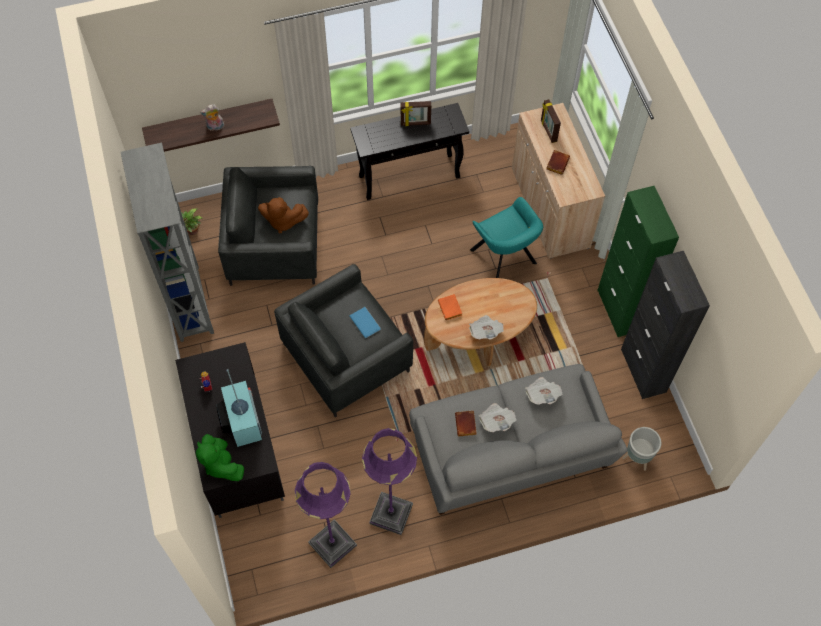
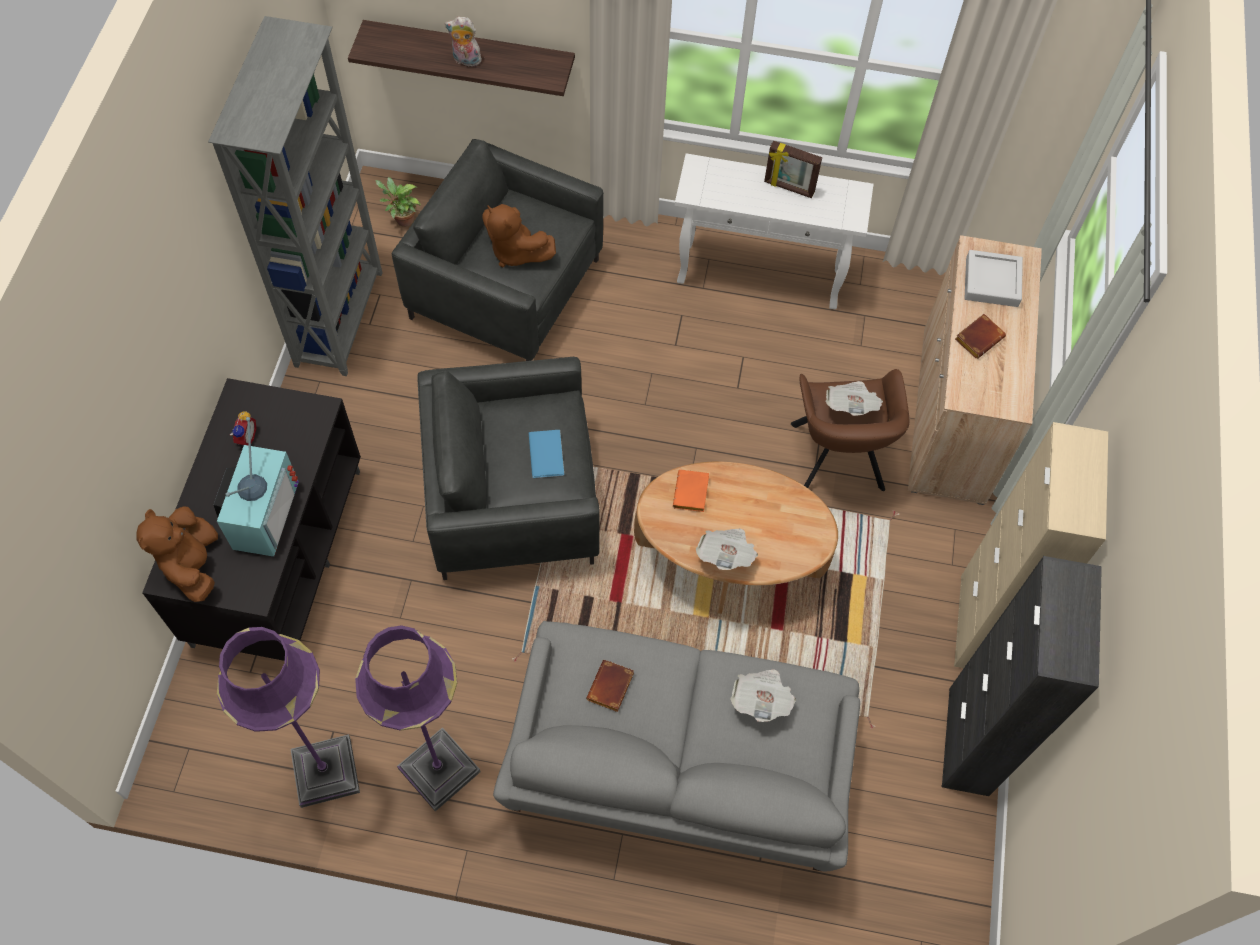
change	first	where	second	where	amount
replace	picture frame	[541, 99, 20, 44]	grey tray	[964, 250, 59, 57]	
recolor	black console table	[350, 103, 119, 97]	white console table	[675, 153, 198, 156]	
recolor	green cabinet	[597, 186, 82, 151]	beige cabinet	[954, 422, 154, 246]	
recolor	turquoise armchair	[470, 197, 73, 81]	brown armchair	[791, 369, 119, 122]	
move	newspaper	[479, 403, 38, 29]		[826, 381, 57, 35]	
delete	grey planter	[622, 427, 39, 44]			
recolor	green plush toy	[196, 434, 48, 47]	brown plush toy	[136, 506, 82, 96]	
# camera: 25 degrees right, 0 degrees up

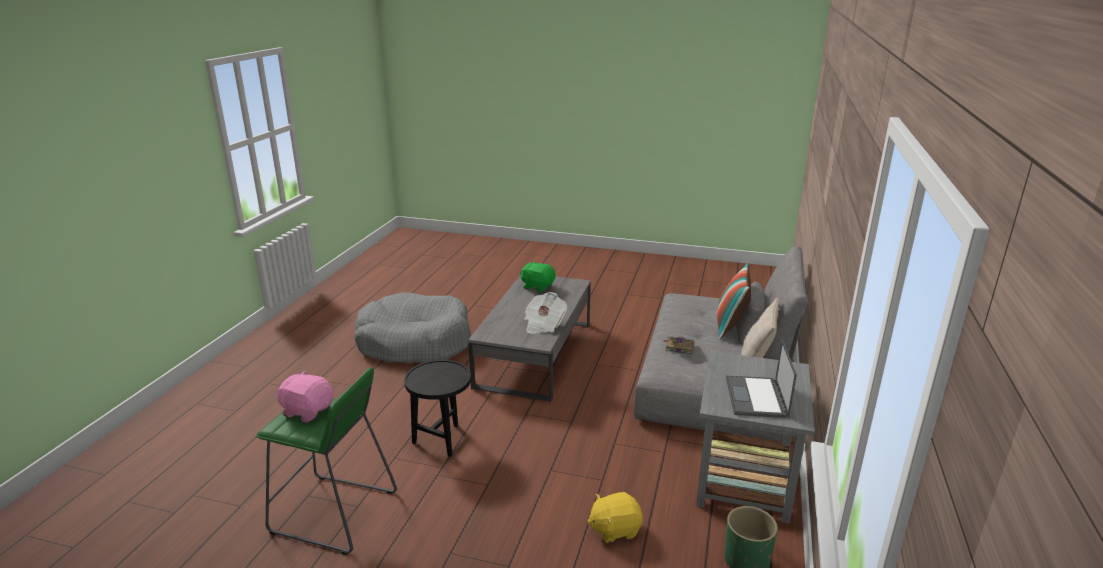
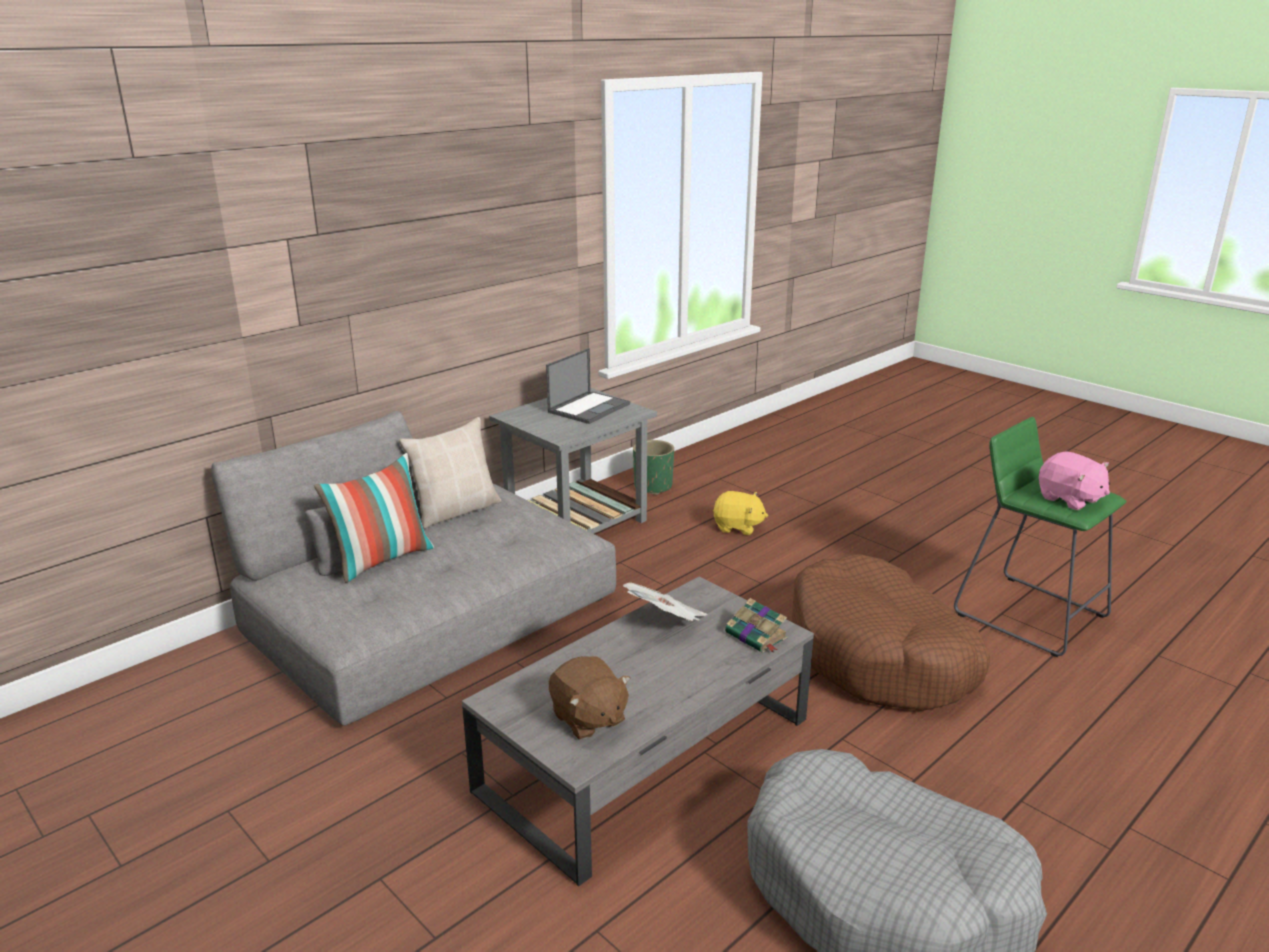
change	first	where	second	where	amount
recolor	green plush toy	[520, 261, 36, 31]	brown plush toy	[549, 656, 82, 84]	
move	book	[664, 336, 31, 19]		[725, 598, 63, 55]	
replace	black side table	[404, 360, 67, 97]	brown dog bed	[792, 554, 198, 157]	
# camera: 150 degrees left, 0 degrees up

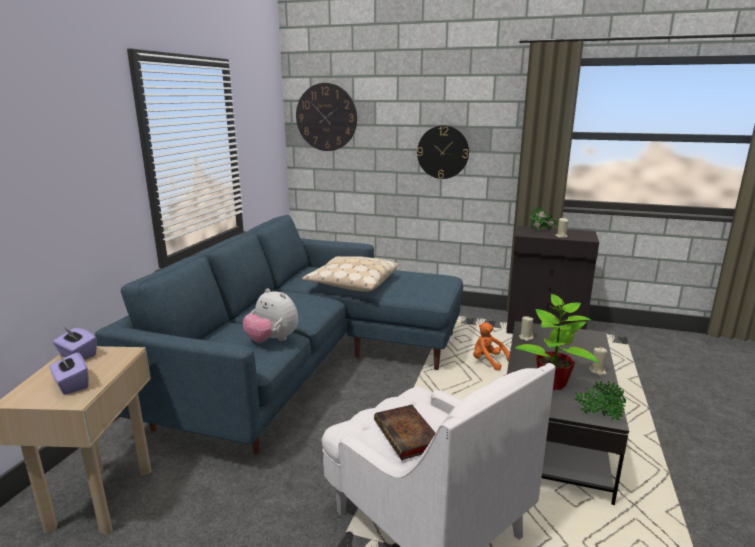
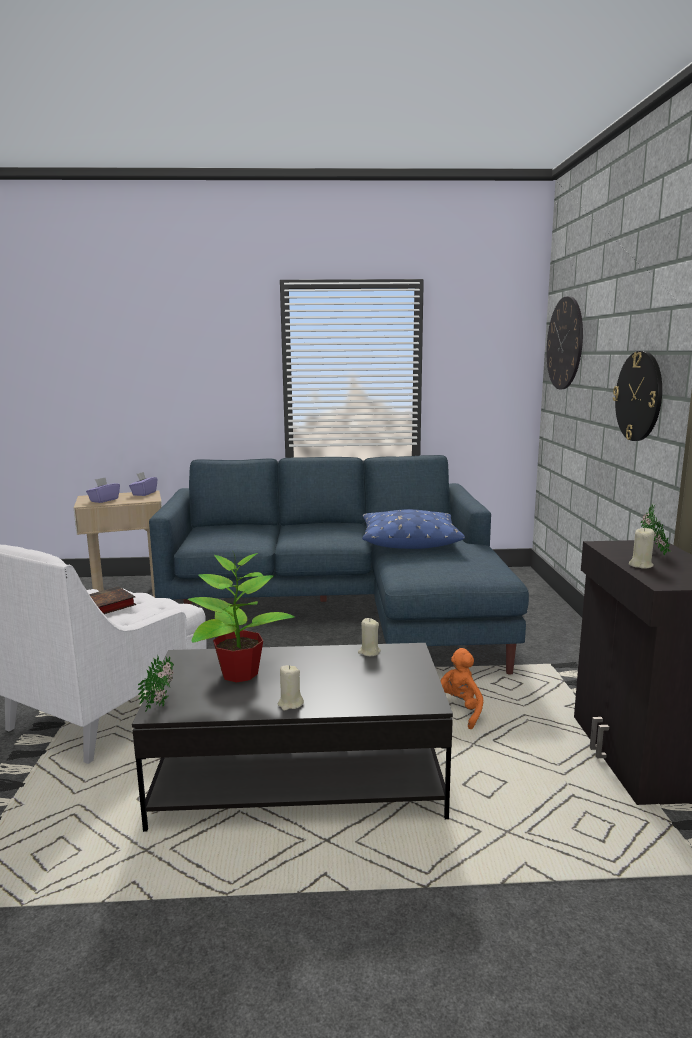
change	first	where	second	where	amount
recolor	beige pillow	[302, 256, 97, 36]	blue pillow	[362, 509, 103, 40]	
delete	plush toy	[243, 288, 55, 55]			
# camera: 70 degrees right, 5 degrees down

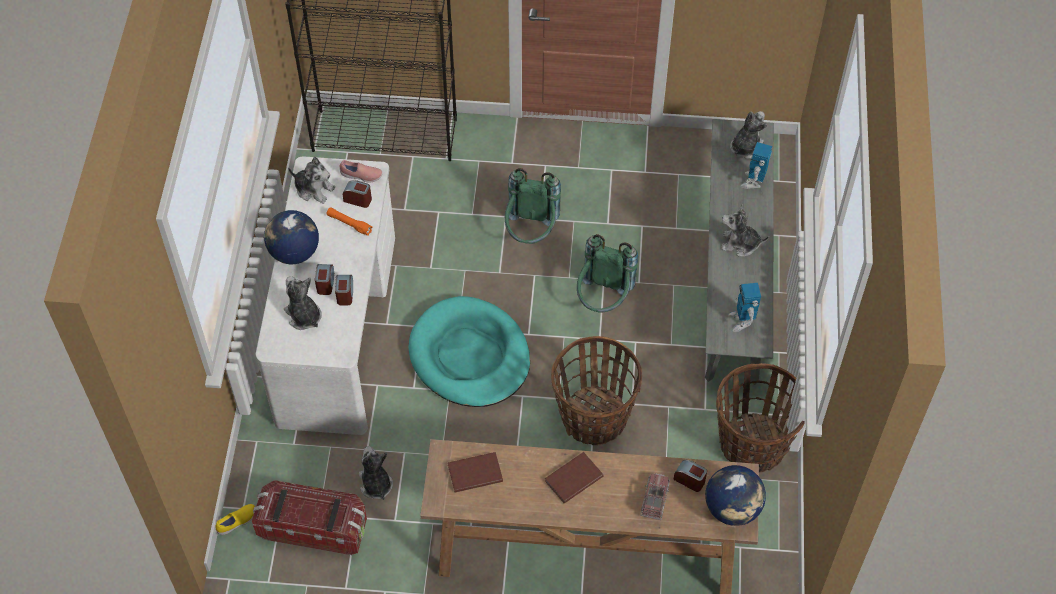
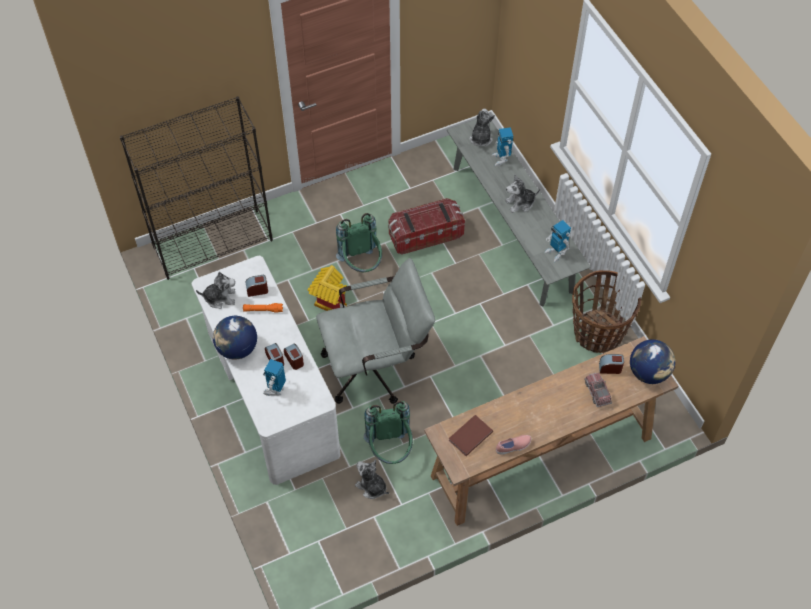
change	first	where	second	where	amount
move	pink shoe	[339, 160, 44, 22]		[496, 435, 35, 20]	
move	green backpack	[577, 234, 61, 79]		[363, 401, 50, 63]	
replace	plush toy	[284, 276, 38, 54]	toy robot	[263, 359, 23, 37]	
replace	turquoise dog bed	[408, 296, 122, 111]	grey office chair	[316, 258, 119, 146]	
delete	basket	[551, 336, 91, 109]			
delete	brown book	[545, 452, 59, 52]			
move	storage box	[252, 480, 115, 75]		[388, 198, 77, 57]	
delete	yellow shoe	[216, 504, 39, 31]			
insert			toy house	[308, 265, 39, 46]	
# camera: 30 degrees left, 0 degrees up

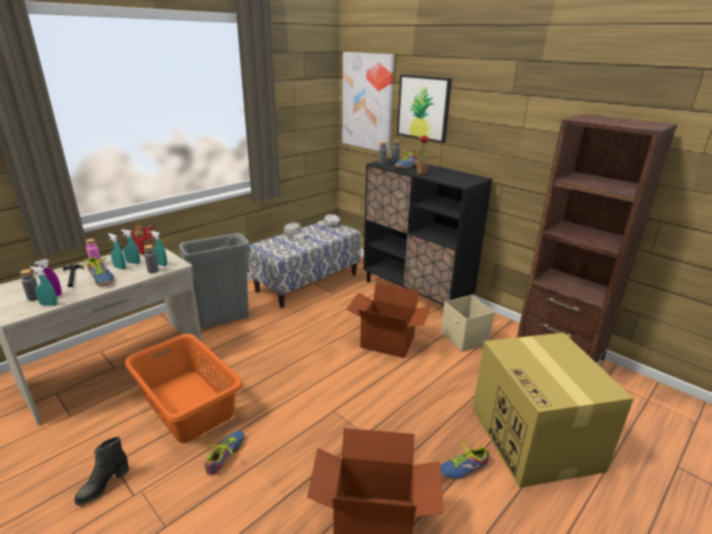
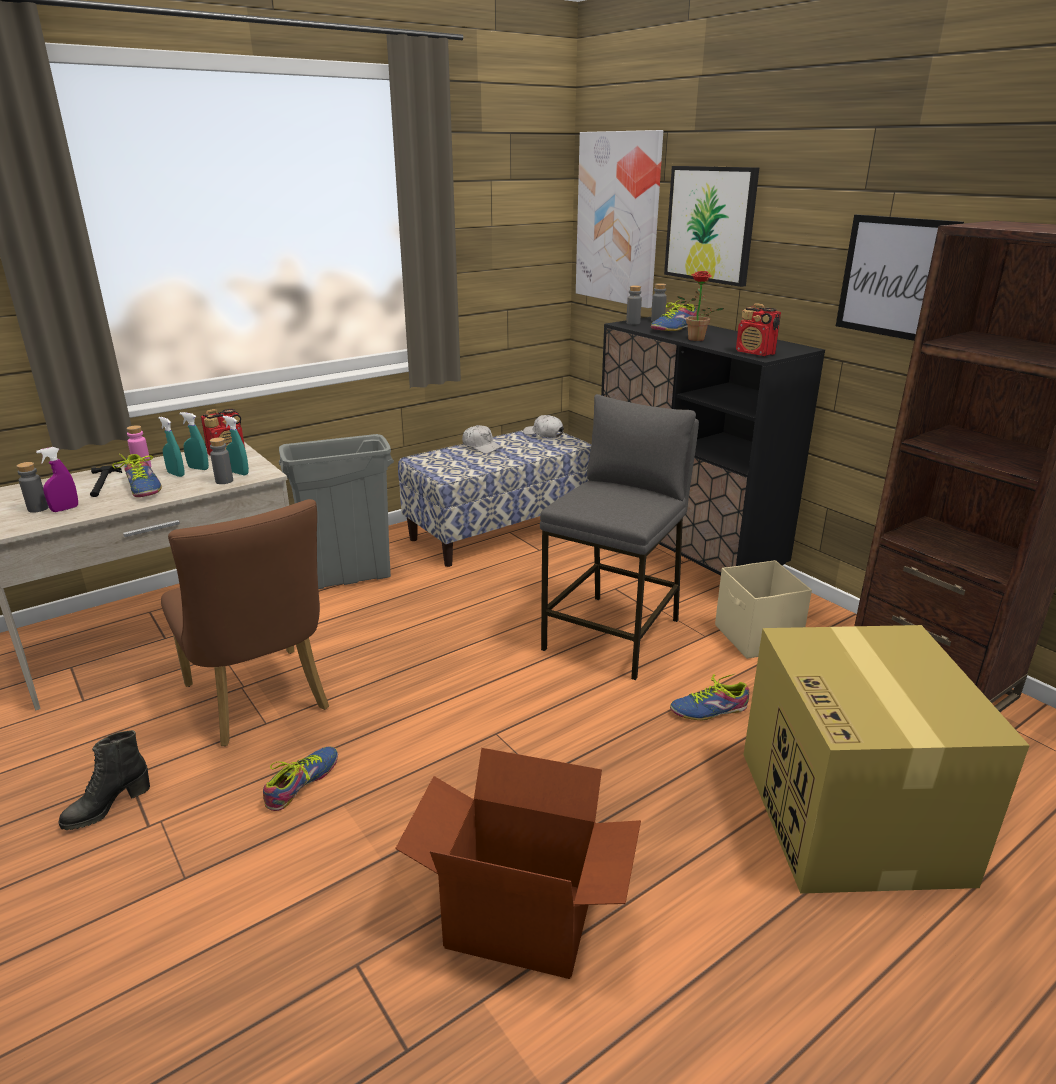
change	first	where	second	where	amount
delete	turquoise spray bottle	[30, 267, 27, 39]			
replace	cardboard box	[346, 283, 86, 75]	grey stool	[540, 394, 159, 286]	
replace	orange laundry basket	[125, 334, 118, 109]	brown chair	[161, 499, 168, 247]	
move	shoe	[440, 440, 49, 40]		[670, 673, 79, 47]	
insert			picture	[836, 214, 128, 127]	
insert			radio	[736, 303, 45, 53]	
# camera: 10 degrees right, 0 degrees up

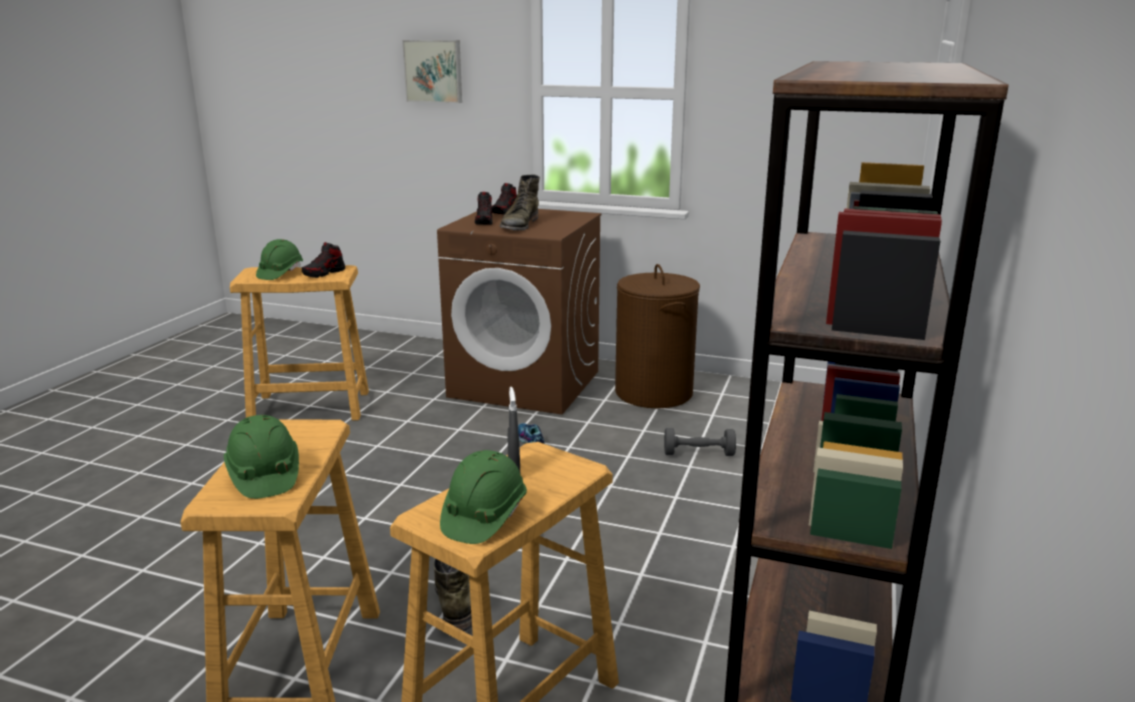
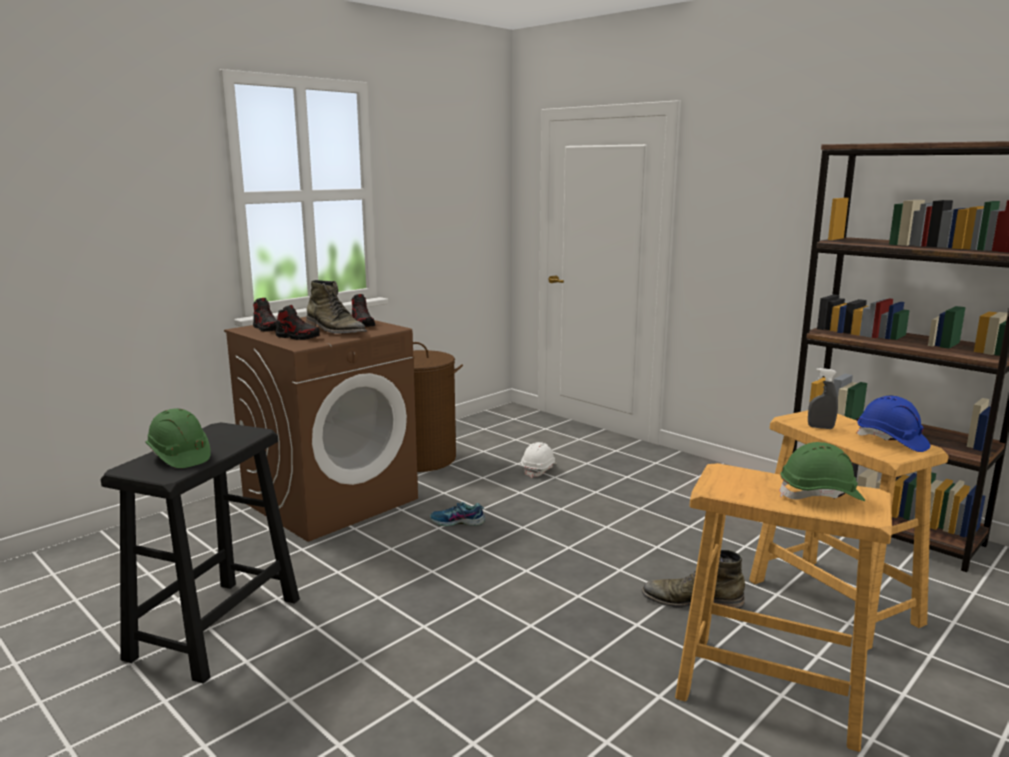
change	first	where	second	where	amount
delete	picture	[402, 40, 60, 63]			
move	shoe	[302, 242, 43, 36]		[351, 294, 24, 33]	
recolor	beige stool	[230, 265, 139, 156]	black stool	[101, 422, 199, 262]	
replace	grey dumbbell	[664, 428, 72, 28]	white hard hat	[521, 442, 36, 36]	
recolor	green hard hat	[440, 450, 87, 94]	blue hard hat	[857, 396, 73, 56]	
# camera: 65 degrees left, 5 degrees down

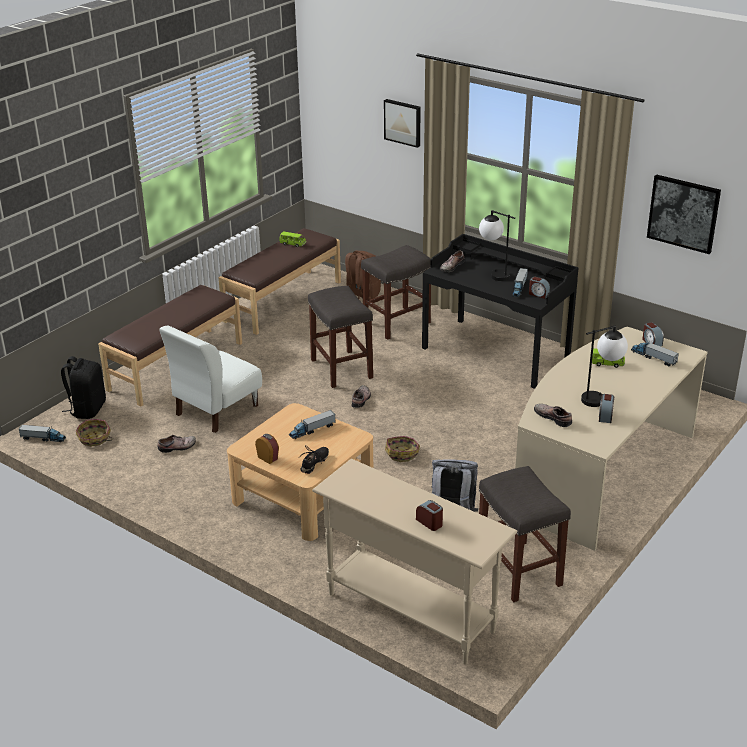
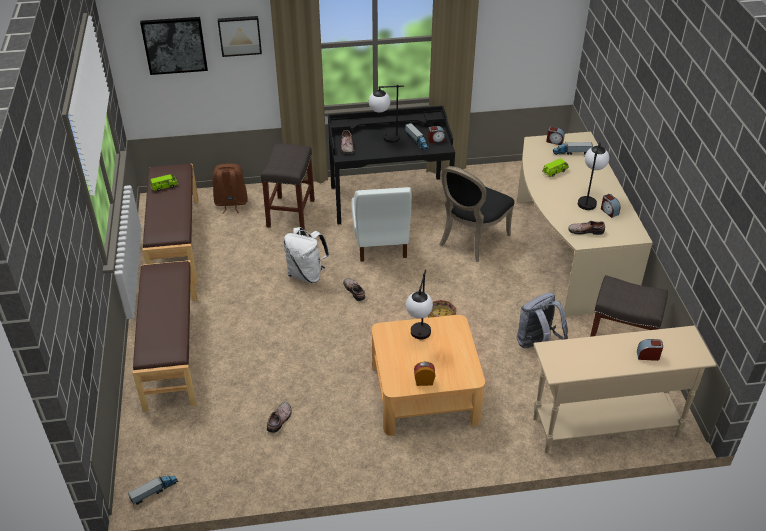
change	first	where	second	where	amount
move	picture	[647, 174, 74, 80]		[140, 17, 68, 58]	
replace	grey stool	[308, 286, 65, 102]	white backpack	[284, 227, 45, 56]	
move	white chair	[160, 325, 102, 108]		[351, 187, 61, 75]	
delete	black backpack	[61, 356, 45, 63]			
replace	toy truck	[289, 410, 47, 29]	table lamp	[406, 270, 27, 70]	
delete	basket	[76, 419, 36, 27]			
delete	black shoe	[300, 445, 29, 29]			
insert			black chair	[439, 166, 75, 96]	
# camera: 45 degrees left, 10 degrees up

